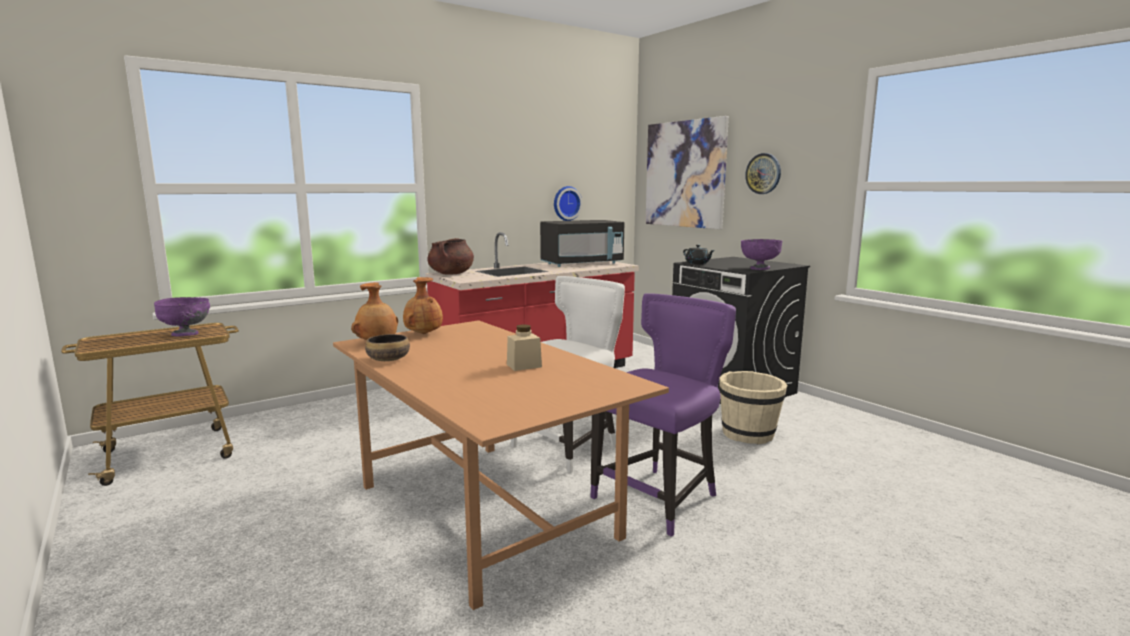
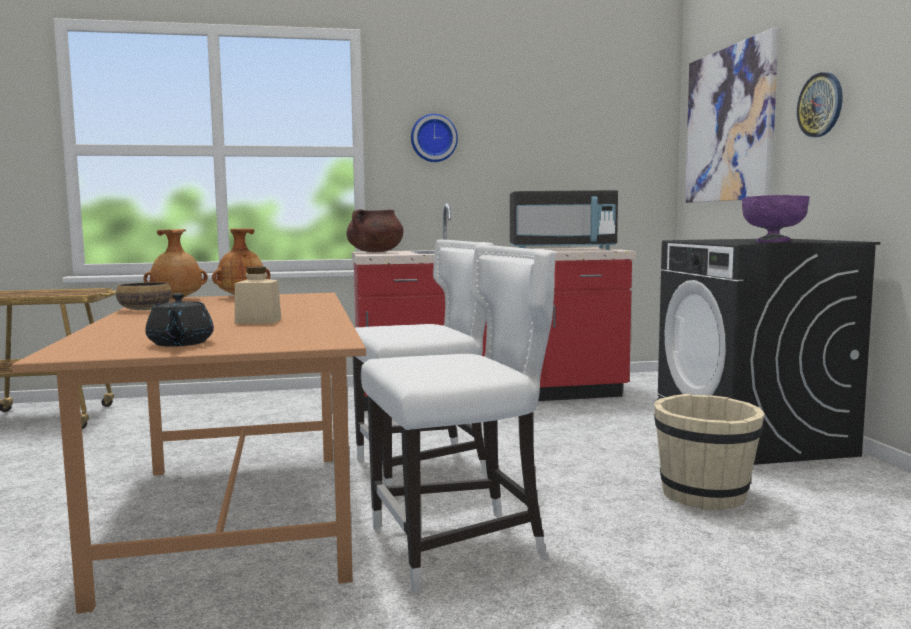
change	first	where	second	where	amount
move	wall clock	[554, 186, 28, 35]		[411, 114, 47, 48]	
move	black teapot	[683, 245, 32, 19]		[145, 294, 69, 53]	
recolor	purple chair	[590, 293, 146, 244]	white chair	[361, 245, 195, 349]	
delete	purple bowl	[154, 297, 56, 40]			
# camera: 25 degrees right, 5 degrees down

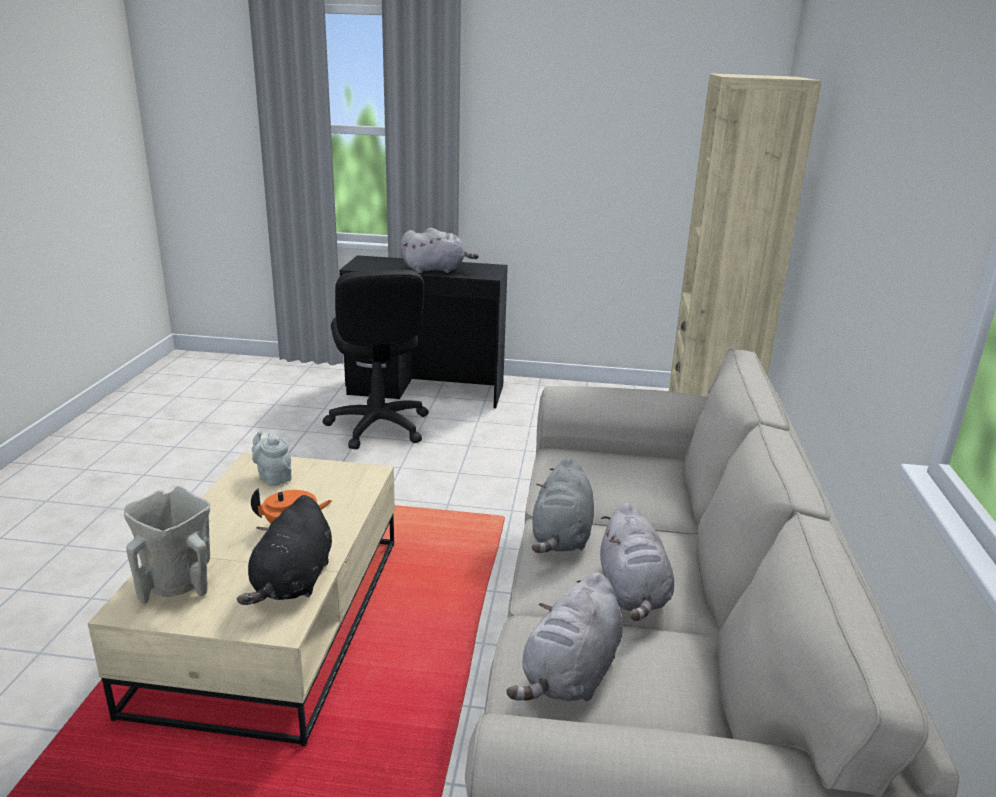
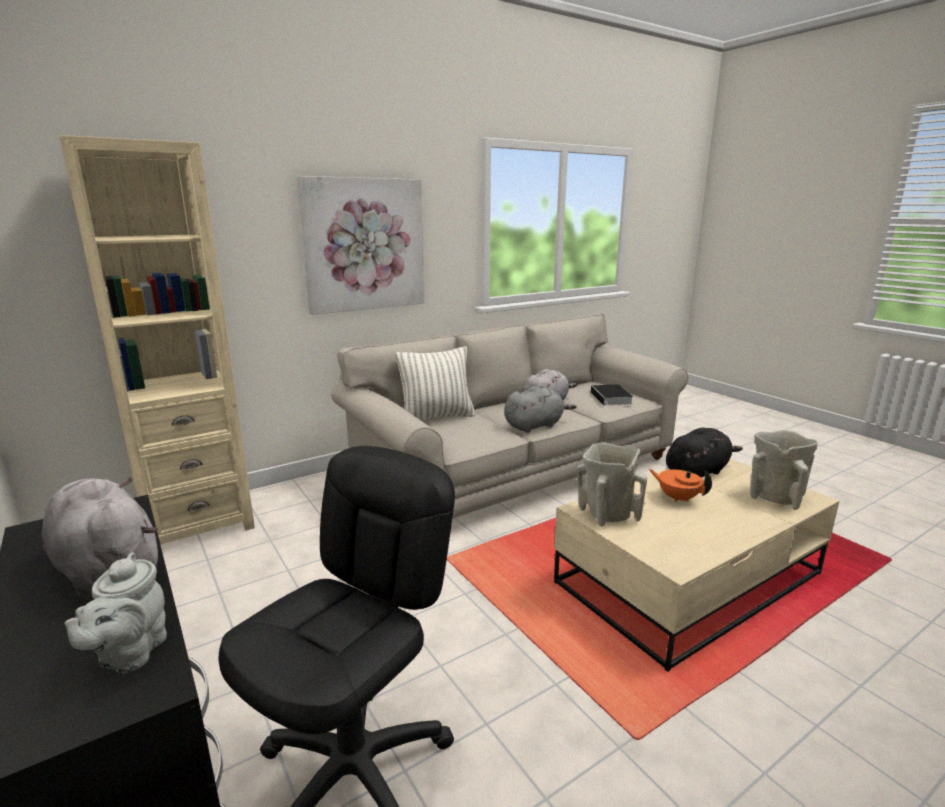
change	first	where	second	where	amount
move	grey teapot	[252, 431, 40, 55]		[64, 552, 103, 122]	
replace	grey plush toy	[506, 572, 117, 130]	book	[591, 385, 42, 23]	
insert			picture	[296, 176, 128, 139]	
insert			pillow	[396, 346, 79, 75]	
insert			beige vase	[577, 443, 70, 84]	
# camera: 130 degrees left, 5 degrees down

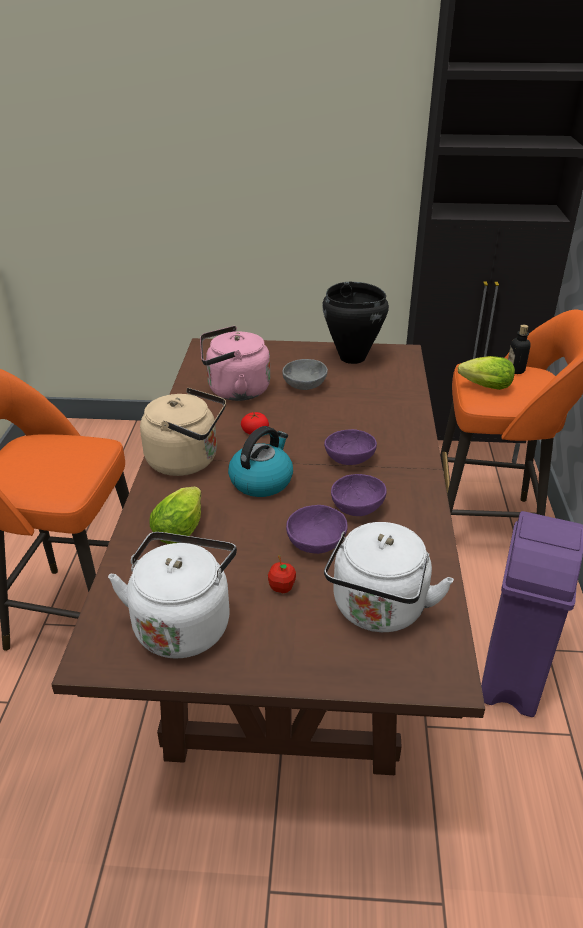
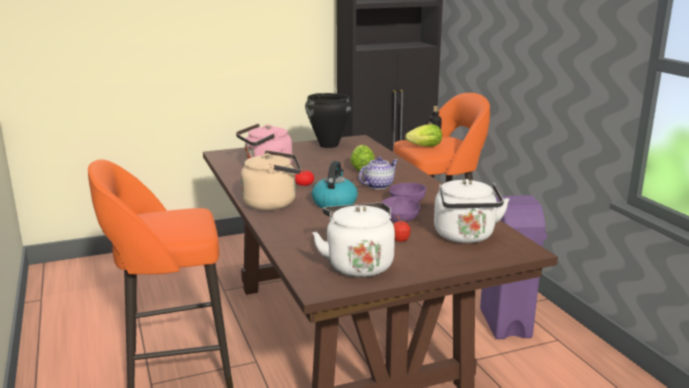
change	first	where	second	where	amount
delete	grey bowl	[282, 359, 46, 31]			
replace	purple bowl	[324, 429, 53, 36]	teapot	[359, 157, 39, 32]	
move	lettuce	[149, 487, 52, 57]		[350, 145, 25, 27]	
# camera: 25 degrees left, 15 degrees down

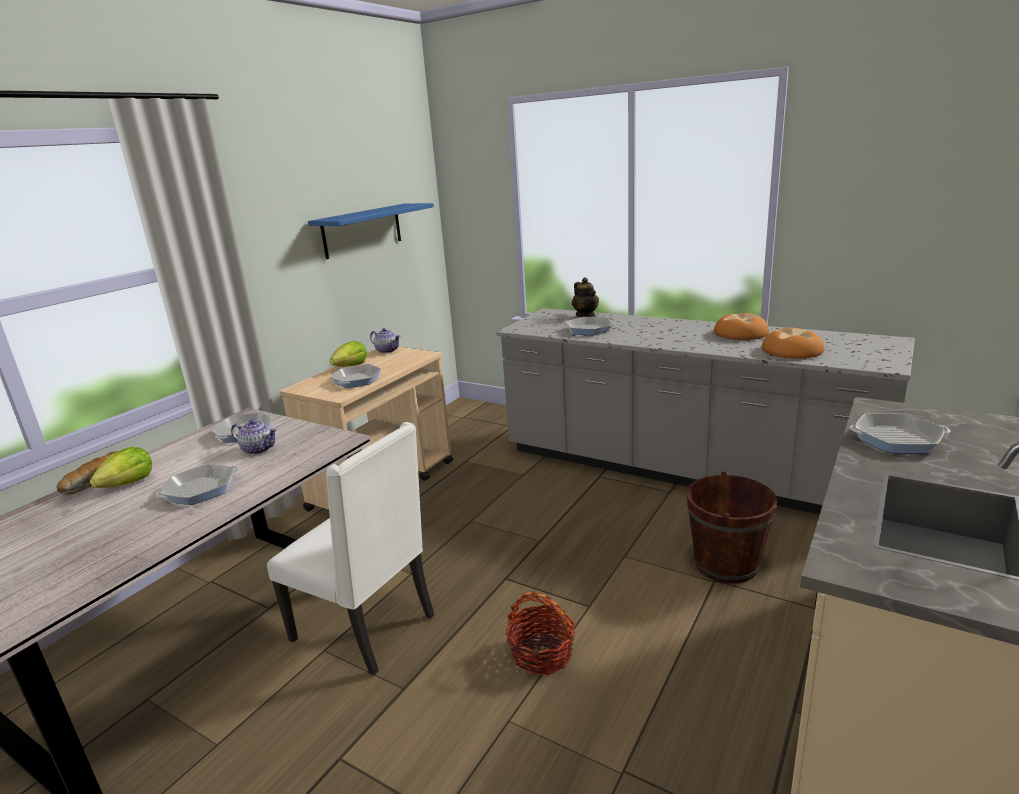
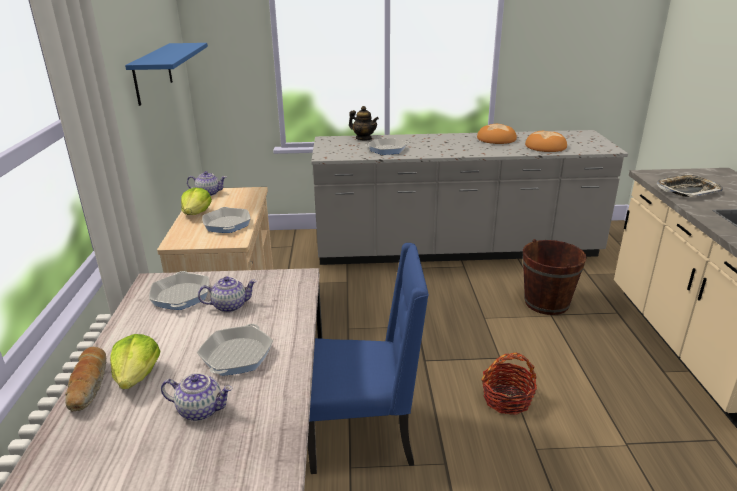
change	first	where	second	where	amount
replace	frying pan	[849, 413, 101, 41]	tray	[657, 174, 66, 23]	
recolor	white chair	[267, 422, 167, 253]	blue chair	[307, 243, 122, 231]	
insert			teapot	[161, 373, 72, 48]	
# camera: 35 degrees left, 5 degrees up

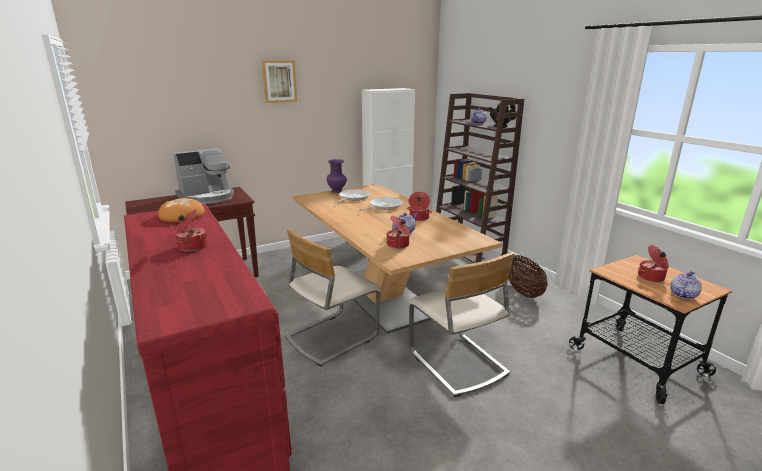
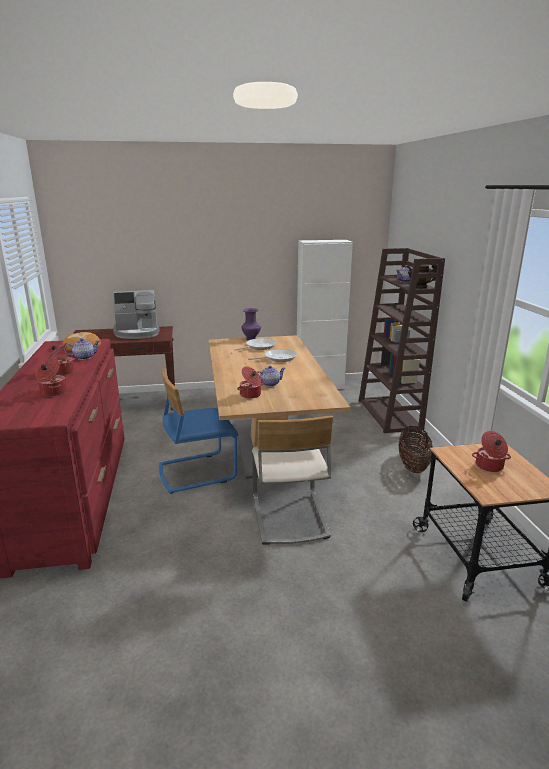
change	first	where	second	where	amount
delete	picture	[262, 60, 35, 43]			
move	cooking pot	[407, 192, 25, 29]		[36, 358, 31, 39]	
recolor	beige chair	[285, 229, 95, 137]	blue chair	[159, 368, 79, 126]	
move	teapot	[670, 271, 32, 28]		[65, 338, 35, 22]	
# camera: 20 degrees right, 0 degrees up

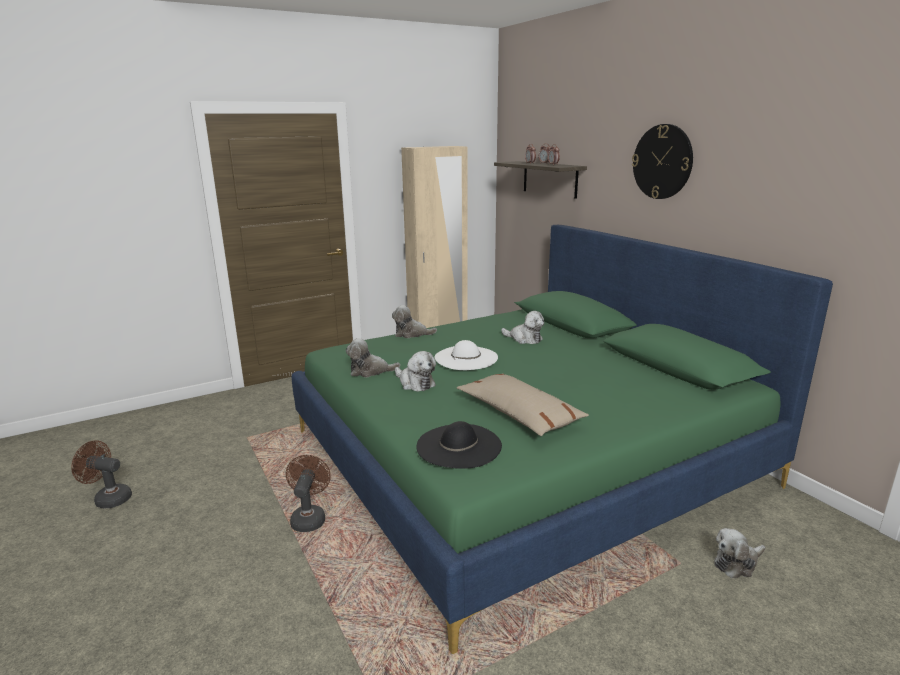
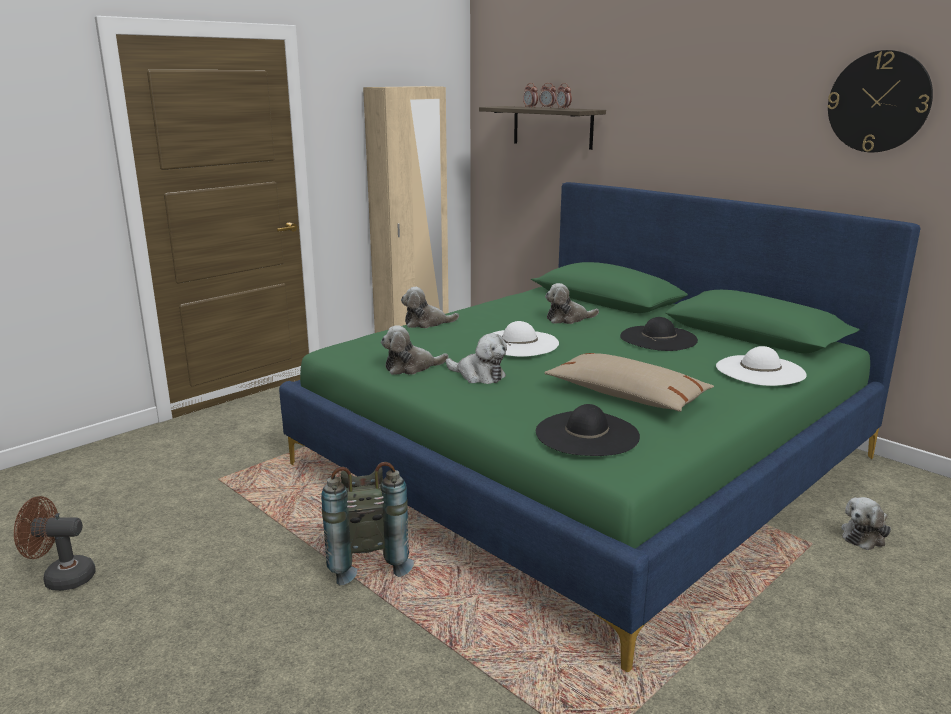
change	first	where	second	where	amount
move	wall clock	[632, 124, 61, 75]		[827, 50, 106, 102]	
rotate	plush toy	[501, 311, 43, 33]		[545, 283, 54, 41]	150 degrees clockwise
replace	brown fan	[286, 455, 45, 77]	grey backpack	[321, 462, 93, 123]	
insert			black hat	[620, 317, 78, 34]	
insert			white hat	[716, 346, 91, 40]	
# camera: 15 degrees left, 0 degrees up

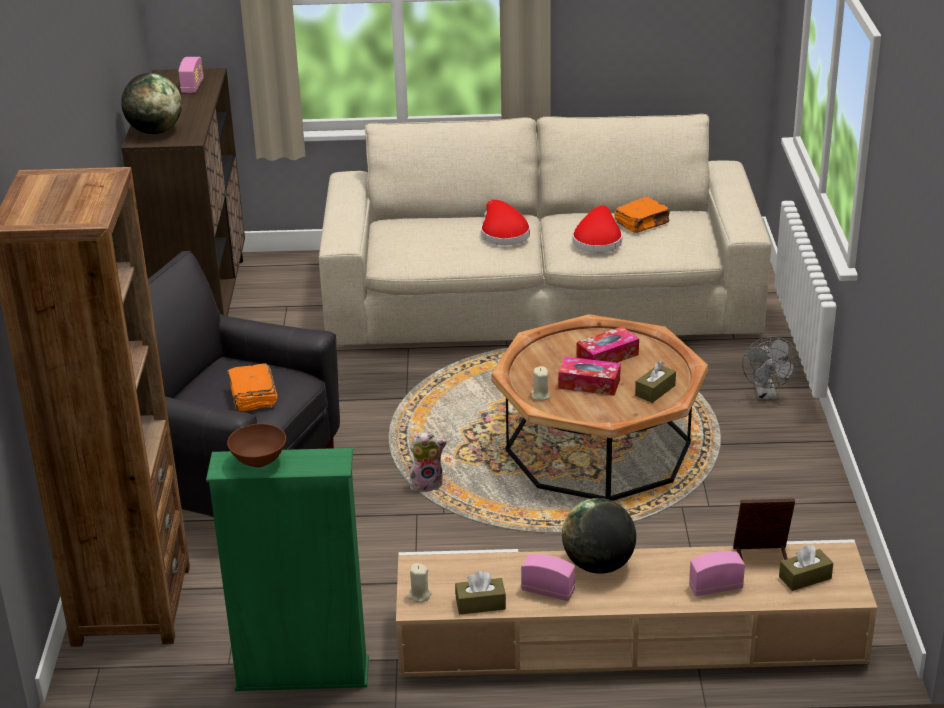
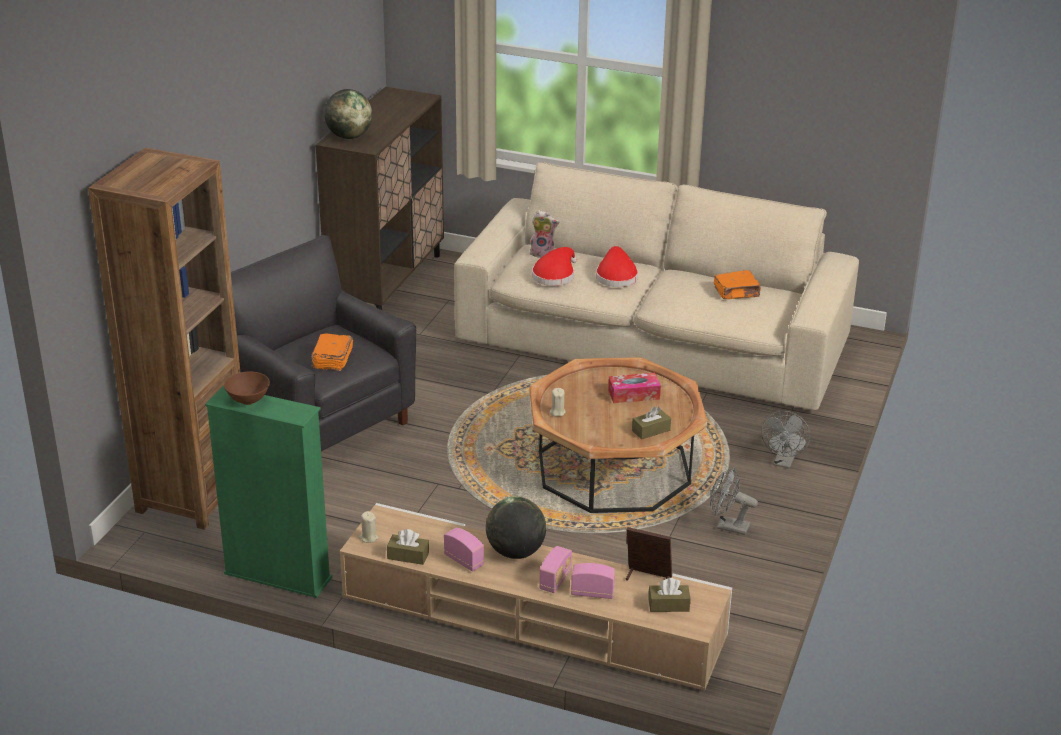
change	first	where	second	where	amount
move	radio	[179, 57, 25, 36]		[539, 546, 33, 47]	
move	red hat	[573, 205, 49, 48]		[532, 247, 45, 39]	
delete	tissue box	[558, 357, 63, 39]			
move	plush toy	[410, 431, 37, 61]		[530, 210, 29, 48]	
insert			grey fan	[710, 468, 48, 67]	
# camera: 20 degrees right, 0 degrees up

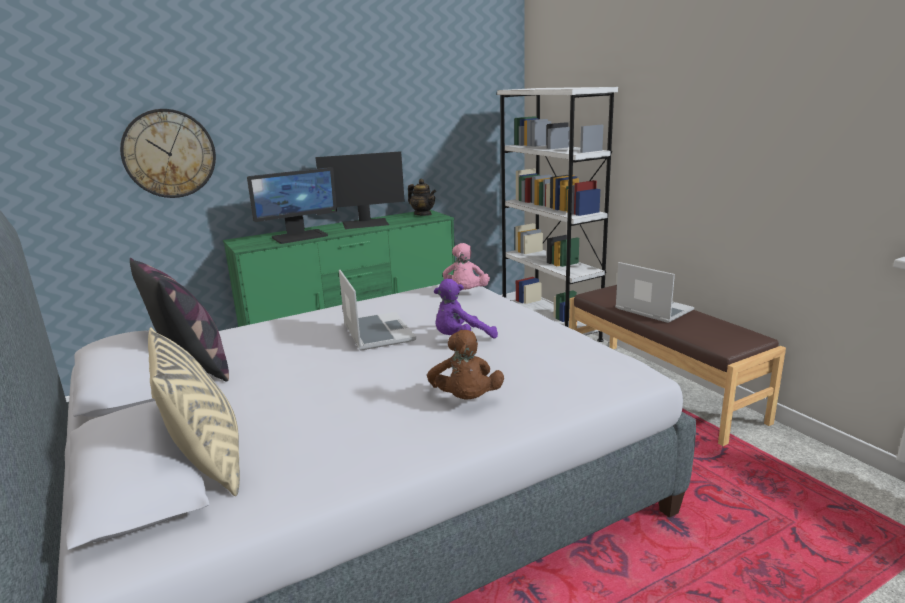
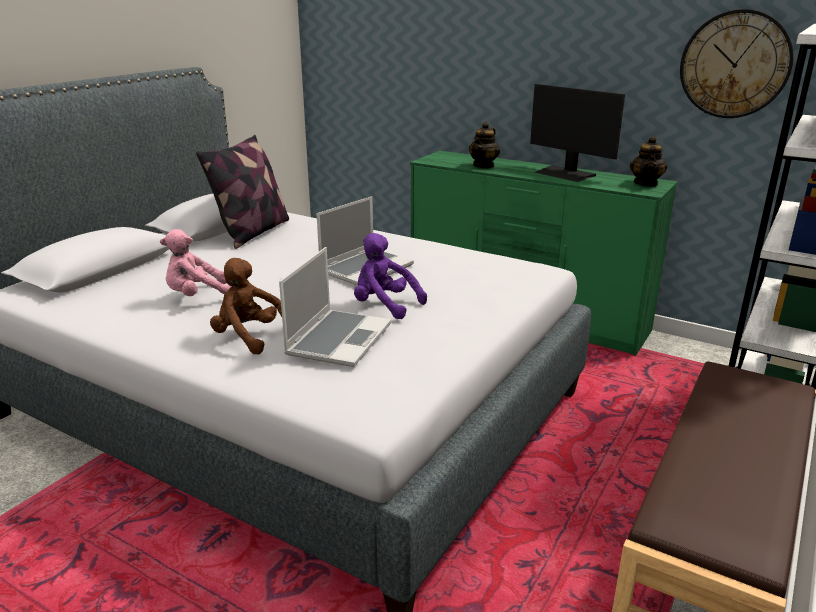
change	first	where	second	where	amount
move	wall clock	[120, 109, 96, 89]		[680, 9, 114, 109]	
replace	monitor	[247, 167, 90, 77]	teapot	[469, 122, 31, 46]	
move	pink plush toy	[443, 243, 47, 47]		[160, 229, 71, 67]	
move	laptop	[615, 262, 79, 61]		[279, 247, 112, 120]	
delete	beige pillow	[148, 328, 92, 168]			
rotate	brown plush toy	[427, 330, 77, 69]		[210, 258, 72, 97]	75 degrees clockwise
# camera: 60 degrees right, 5 degrees up

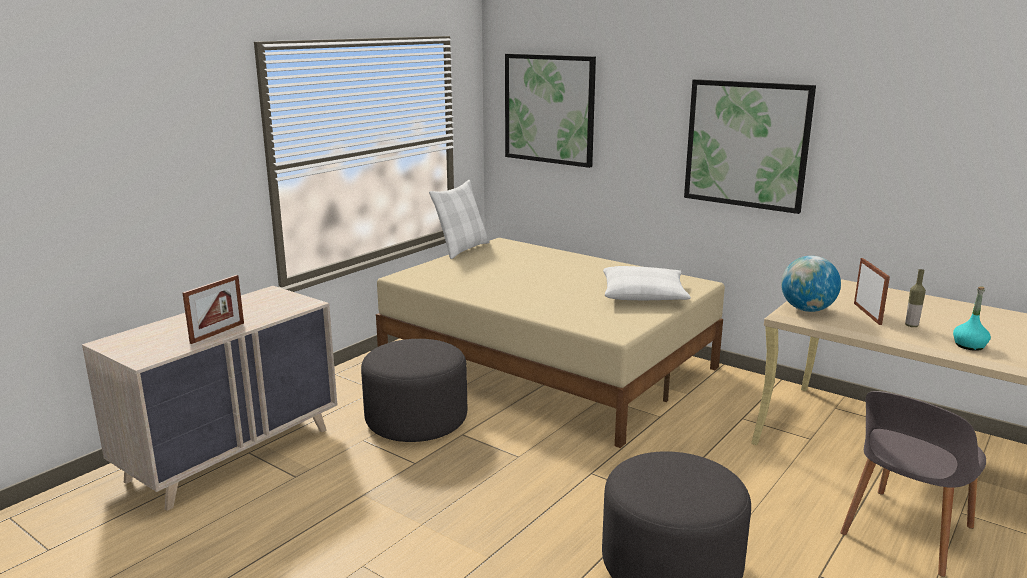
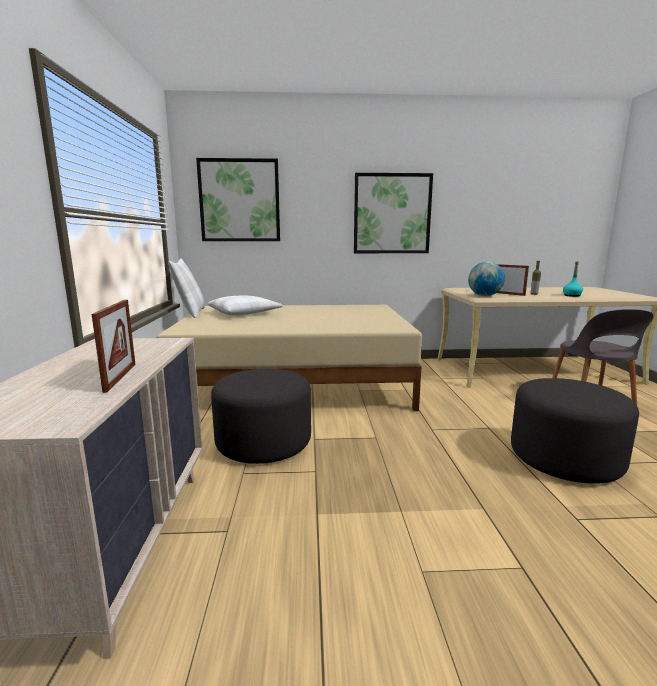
change	first	where	second	where	amount
move	white pillow	[603, 266, 88, 34]		[208, 296, 75, 20]	
# camera: 40 degrees left, 5 degrees down

